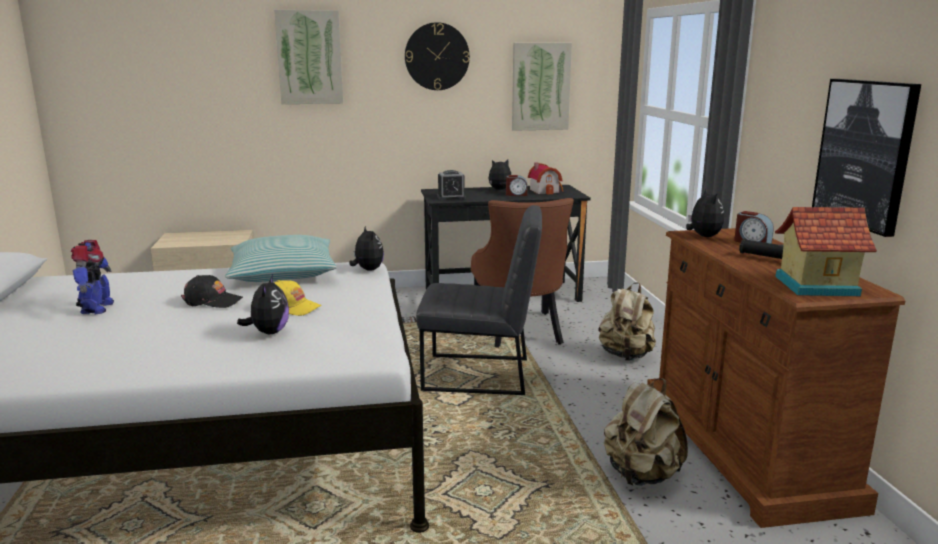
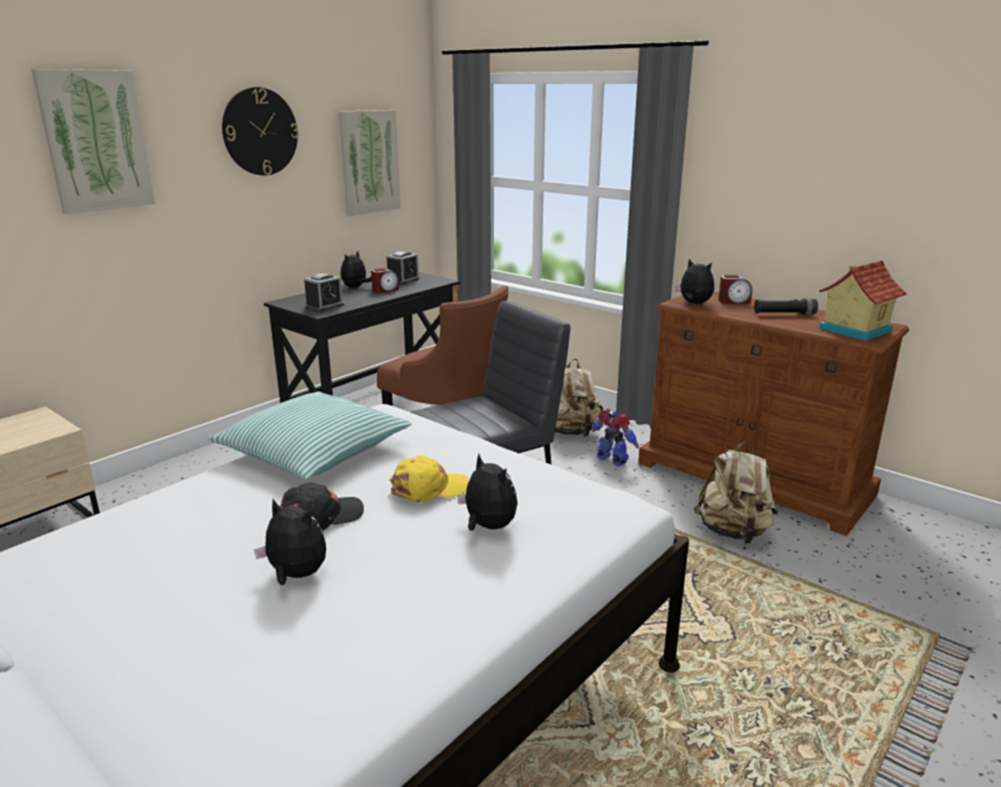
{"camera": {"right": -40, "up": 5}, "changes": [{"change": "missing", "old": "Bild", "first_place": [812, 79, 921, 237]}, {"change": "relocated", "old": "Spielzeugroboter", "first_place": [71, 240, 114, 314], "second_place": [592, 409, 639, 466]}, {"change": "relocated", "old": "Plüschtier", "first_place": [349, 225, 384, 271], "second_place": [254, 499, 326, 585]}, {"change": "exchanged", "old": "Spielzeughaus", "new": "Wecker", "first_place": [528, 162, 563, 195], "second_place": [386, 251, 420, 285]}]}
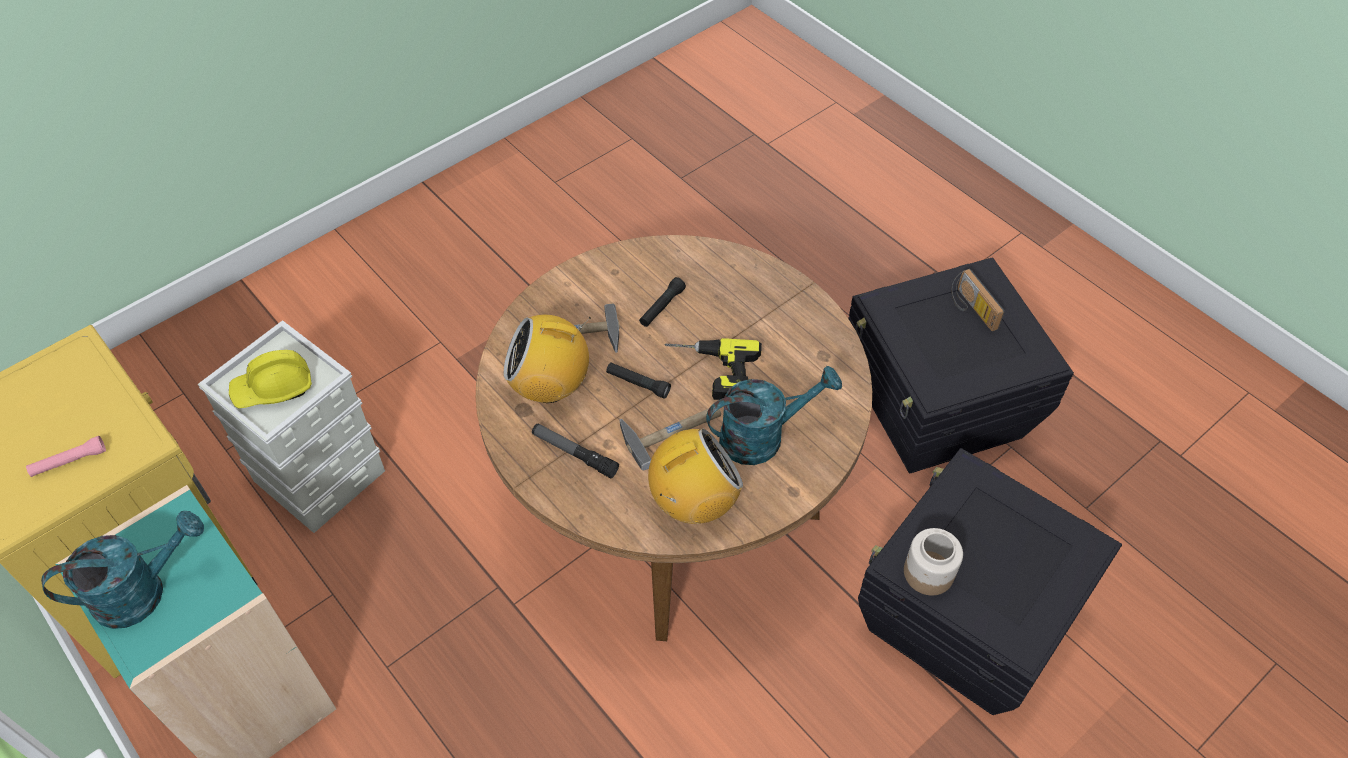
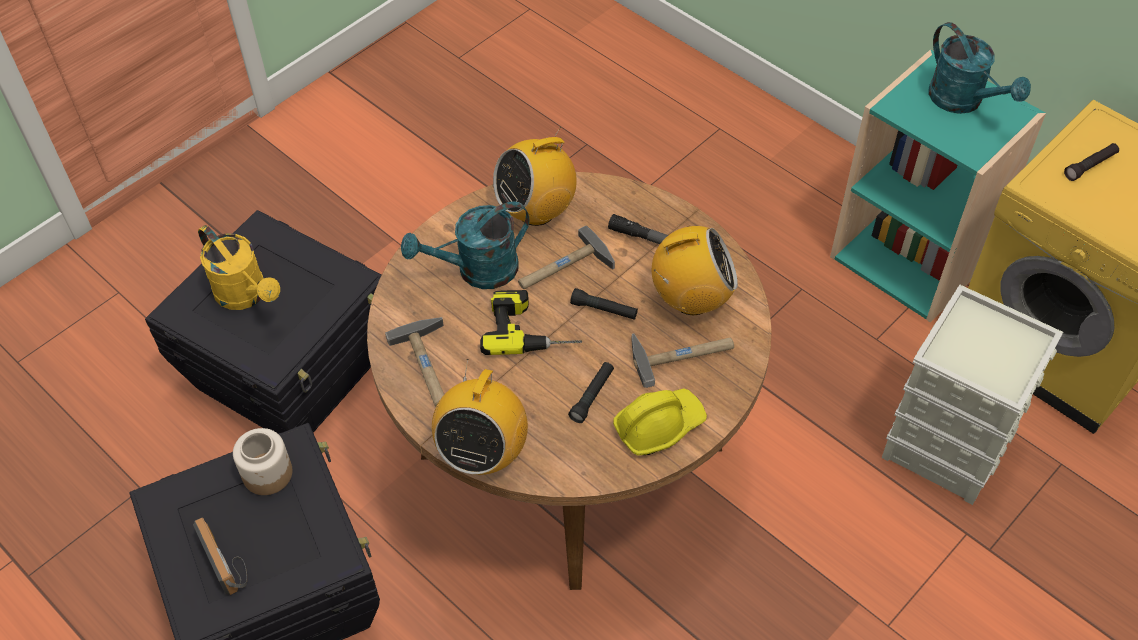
{"camera": {"right": 175, "up": 0}, "changes": [{"change": "appeared", "new": "Gießkanne [gelb]", "second_place": [198, 225, 280, 310]}, {"change": "appeared", "new": "Hammer", "second_place": [385, 317, 444, 406]}, {"change": "appeared", "new": "Radio", "second_place": [432, 359, 528, 475]}, {"change": "relocated", "old": "Schutzhelm [gelb]", "first_place": [229, 350, 312, 408], "second_place": [613, 388, 707, 455]}, {"change": "relocated", "old": "Vorratsglas", "first_place": [904, 528, 963, 596], "second_place": [233, 428, 292, 495]}, {"change": "colour", "old": "Taschenlampe [rosa]", "new": "Taschenlampe [schwarz]", "first_place": [26, 436, 106, 477], "second_place": [1064, 143, 1119, 181]}, {"change": "spun", "old": "Gießkanne [türkis]", "first_place": [41, 511, 204, 629], "second_place": [928, 22, 1031, 114], "degrees": -90}]}
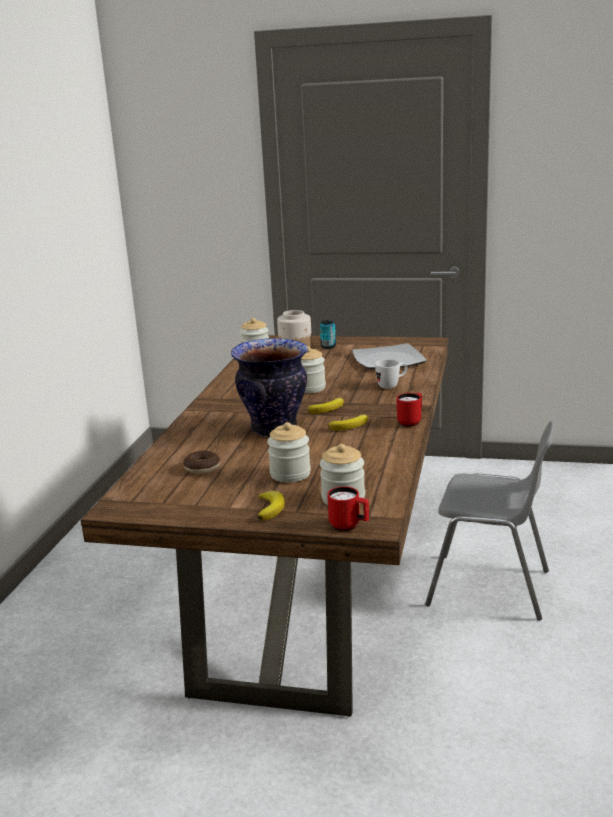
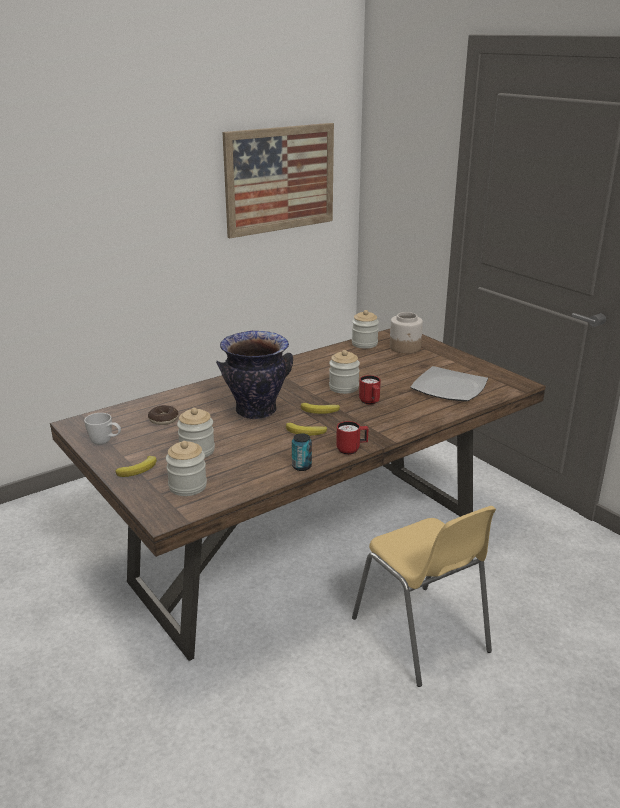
{"camera": {"right": 40, "up": 5}, "changes": [{"change": "appeared", "new": "Bild", "second_place": [222, 123, 334, 238]}, {"change": "relocated", "old": "Dose", "first_place": [320, 320, 336, 349], "second_place": [292, 433, 312, 471]}, {"change": "relocated", "old": "Henkelbecher [rot]", "first_place": [327, 486, 369, 531], "second_place": [359, 375, 381, 405]}, {"change": "relocated", "old": "Henkelbecher [weiß]", "first_place": [375, 359, 408, 389], "second_place": [84, 413, 121, 445]}, {"change": "colour", "old": "Stuhl [grau]", "new": "Stuhl [gelb]", "first_place": [425, 421, 555, 621], "second_place": [352, 506, 496, 687]}]}
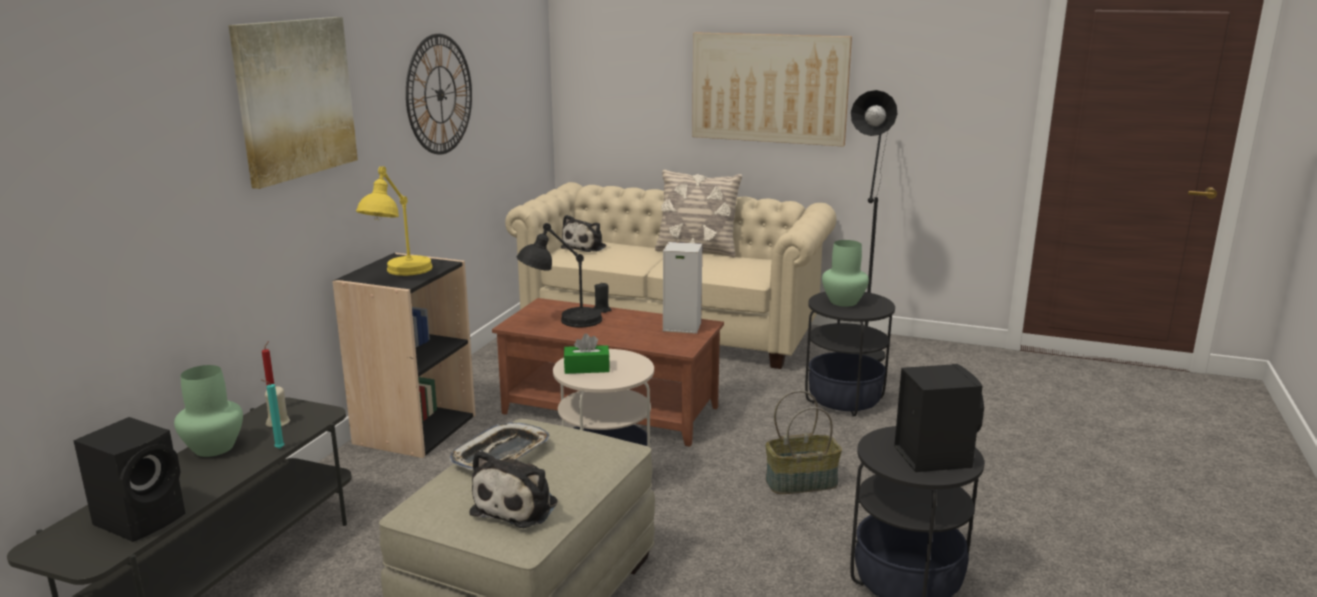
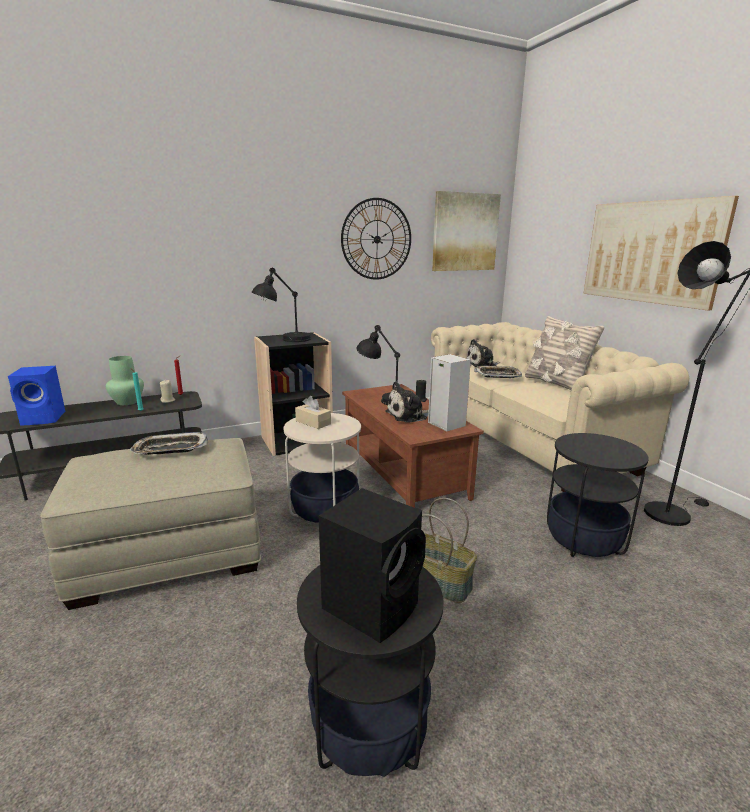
{"camera": {"right": 45, "up": 0}, "changes": [{"change": "missing", "old": "Vase [grün]", "first_place": [822, 240, 869, 307]}, {"change": "appeared", "new": "Tablett", "second_place": [474, 366, 522, 378]}, {"change": "relocated", "old": "Bild", "first_place": [228, 17, 358, 189], "second_place": [432, 191, 501, 271]}, {"change": "relocated", "old": "Plüschtier", "first_place": [470, 450, 557, 528], "second_place": [385, 381, 429, 423]}, {"change": "colour", "old": "Lautsprecher [schwarz]", "new": "Lautsprecher [blau]", "first_place": [73, 417, 186, 542], "second_place": [8, 366, 65, 425]}, {"change": "colour", "old": "Tischlampe [gelb]", "new": "Tischlampe [schwarz]", "first_place": [356, 166, 432, 276], "second_place": [252, 268, 311, 342]}, {"change": "colour", "old": "Taschentuchbox [grün]", "new": "Taschentuchbox [beige]", "first_place": [564, 334, 610, 374], "second_place": [295, 396, 331, 429]}]}
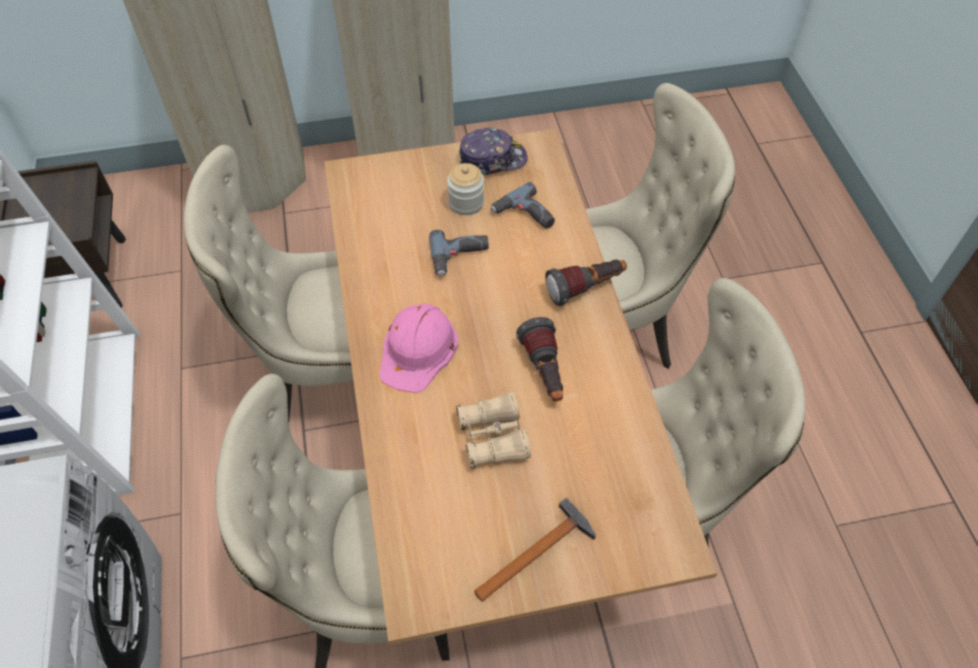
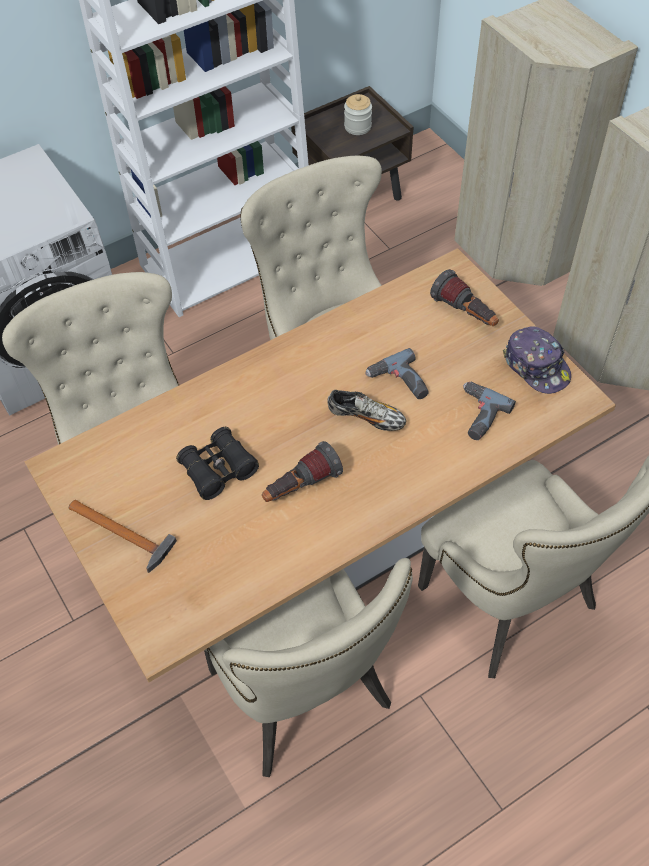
{"camera": {"right": 70, "up": 0}, "changes": [{"change": "missing", "old": "Schutzhelm [rosa]", "first_place": [379, 303, 458, 393]}, {"change": "appeared", "new": "Schuh", "second_place": [327, 390, 406, 431]}, {"change": "relocated", "old": "Vorratsglas", "first_place": [447, 163, 484, 215], "second_place": [344, 94, 372, 135]}, {"change": "relocated", "old": "Taschenlampe", "first_place": [545, 260, 627, 306], "second_place": [430, 269, 499, 326]}, {"change": "colour", "old": "Fernglas [beige]", "new": "Fernglas [schwarz]", "first_place": [456, 392, 531, 469], "second_place": [176, 427, 259, 500]}]}
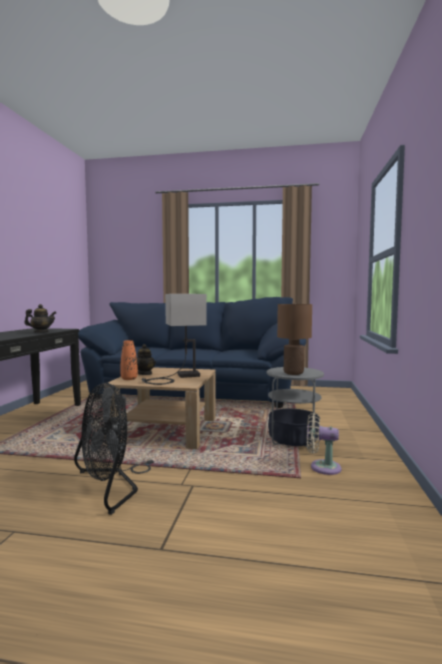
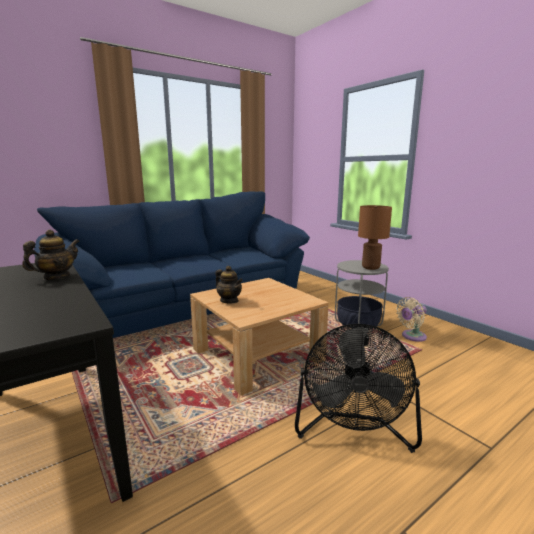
{"camera": {"right": -45, "up": 10}, "changes": [{"change": "missing", "old": "Vase [orange]", "first_place": [120, 340, 138, 380]}, {"change": "missing", "old": "Tischlampe", "first_place": [142, 294, 207, 385]}]}
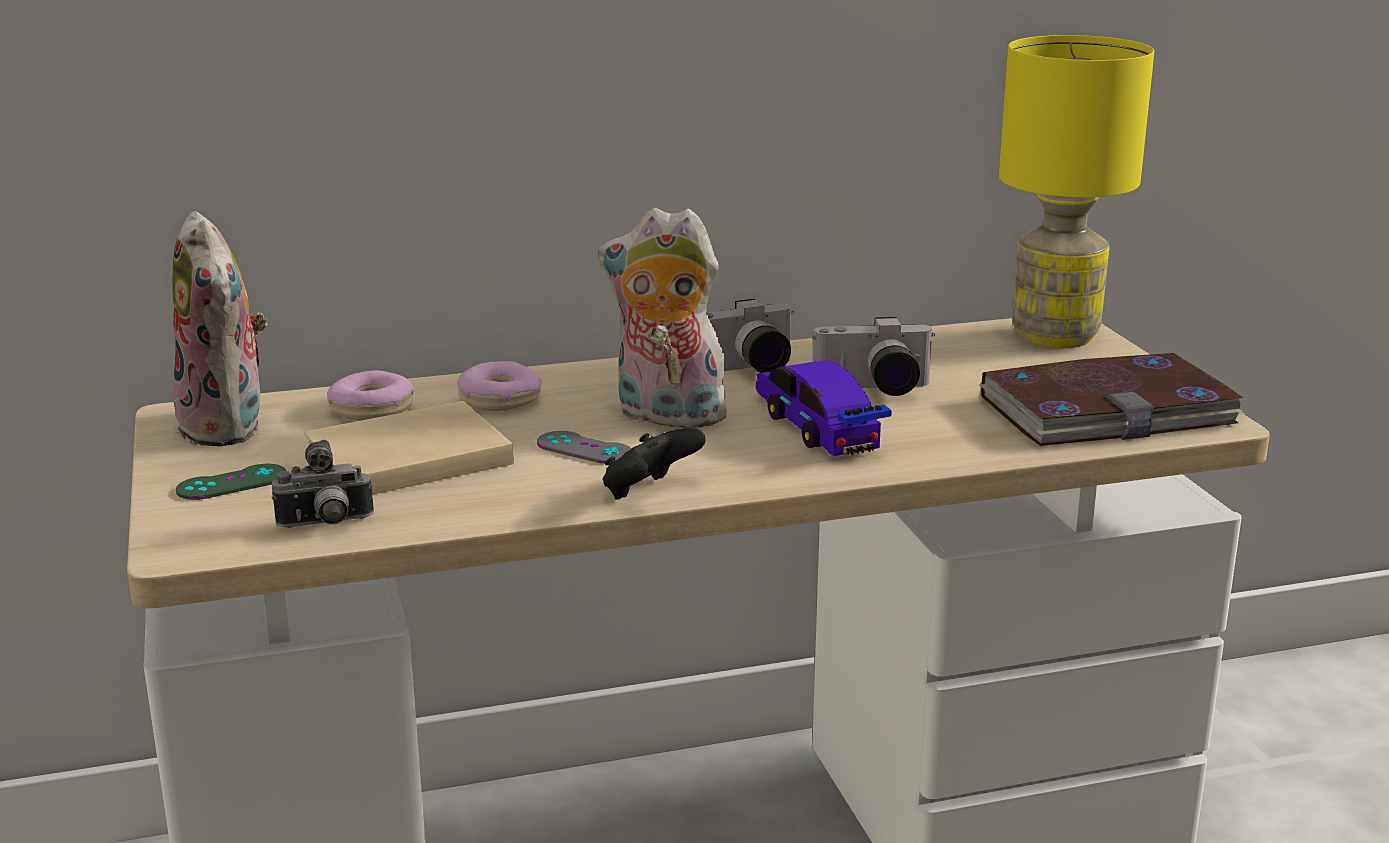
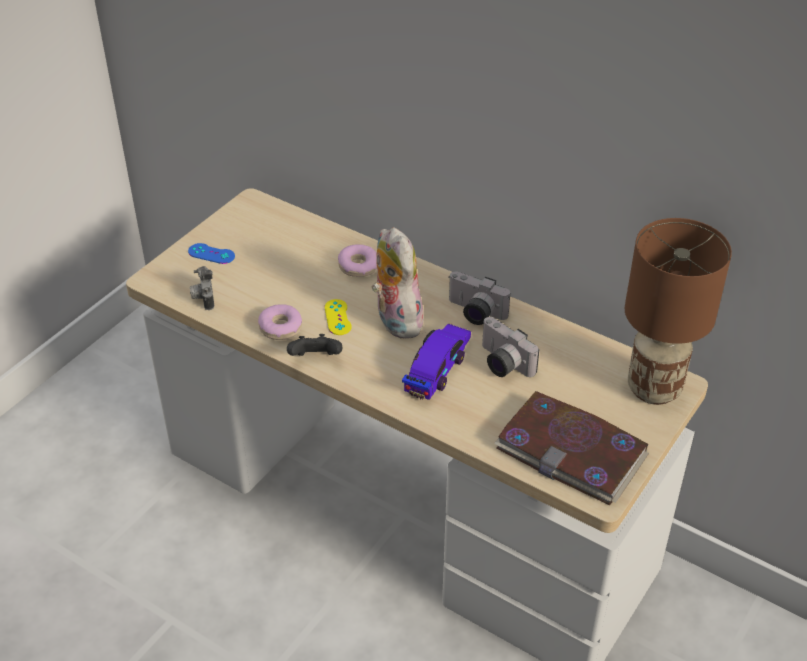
{"camera": {"right": 50, "up": 20}, "changes": [{"change": "missing", "old": "Plüschtier", "first_place": [172, 211, 268, 447]}, {"change": "missing", "old": "Buch [beige]", "first_place": [304, 401, 514, 494]}, {"change": "relocated", "old": "Donut", "first_place": [327, 370, 414, 421], "second_place": [258, 304, 302, 340]}, {"change": "colour", "old": "Gamepad [grün]", "new": "Gamepad [blau]", "first_place": [176, 464, 286, 500], "second_place": [188, 243, 235, 264]}, {"change": "colour", "old": "Gamepad [grau]", "new": "Gamepad [gelb]", "first_place": [537, 431, 631, 464], "second_place": [325, 299, 352, 335]}, {"change": "colour", "old": "Tischlampe [gelb]", "new": "Tischlampe [braun]", "first_place": [999, 35, 1154, 348], "second_place": [625, 218, 732, 405]}, {"change": "spun", "old": "Kamera", "first_place": [272, 440, 374, 528], "second_place": [190, 266, 214, 310], "degrees": 45}]}
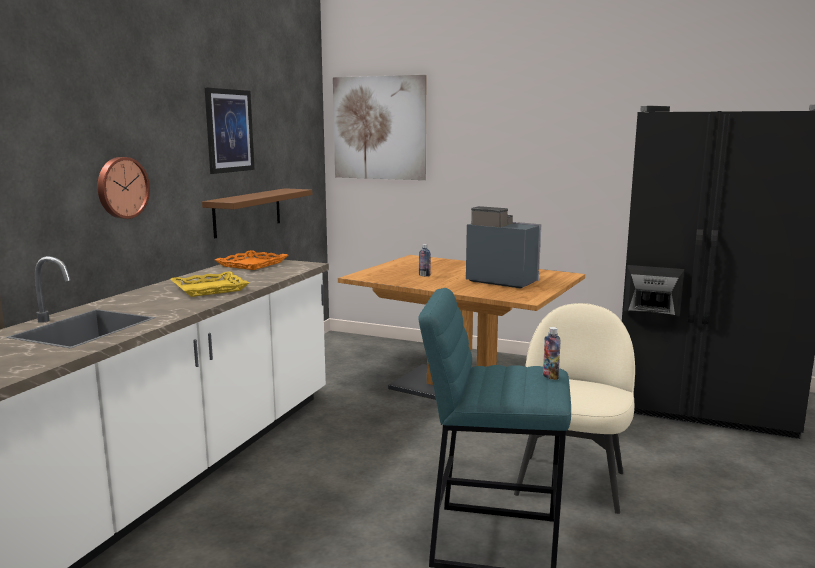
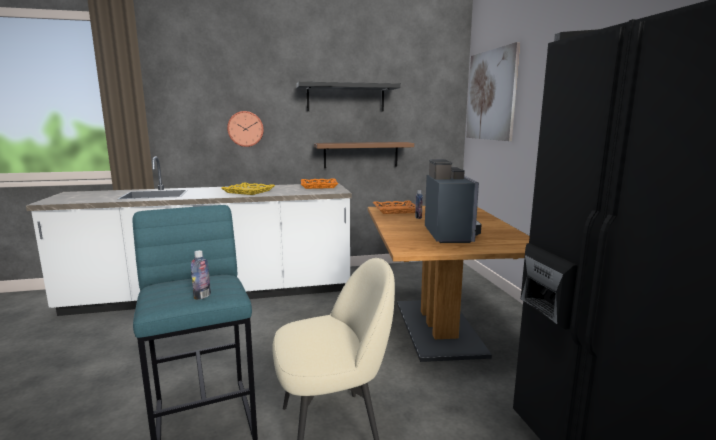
{"camera": {"right": 55, "up": 0}, "changes": [{"change": "appeared", "new": "Tablett [orange]", "second_place": [372, 201, 416, 214]}, {"change": "exchanged", "old": "Bild", "new": "Wandregal [schwarz]", "first_place": [205, 88, 254, 174], "second_place": [296, 82, 401, 112]}]}
